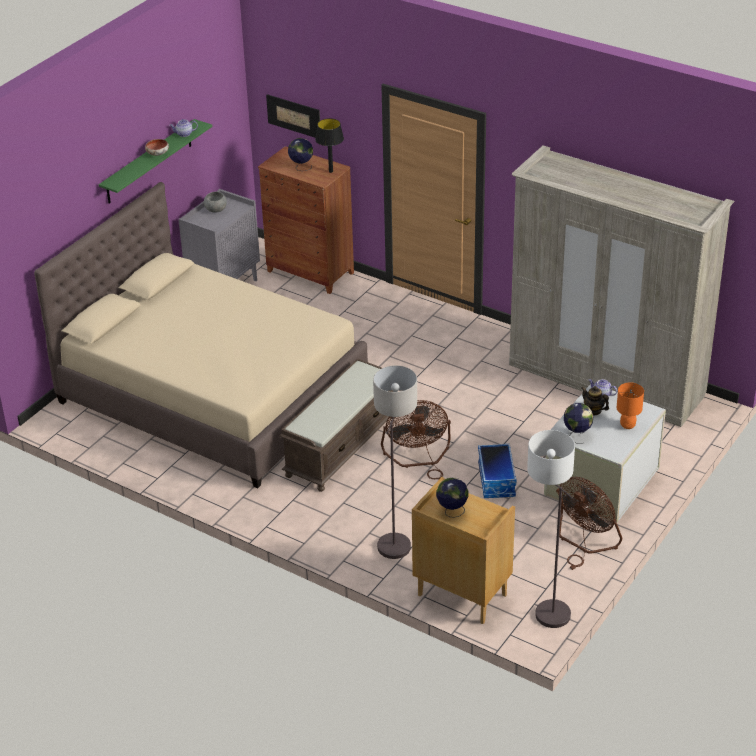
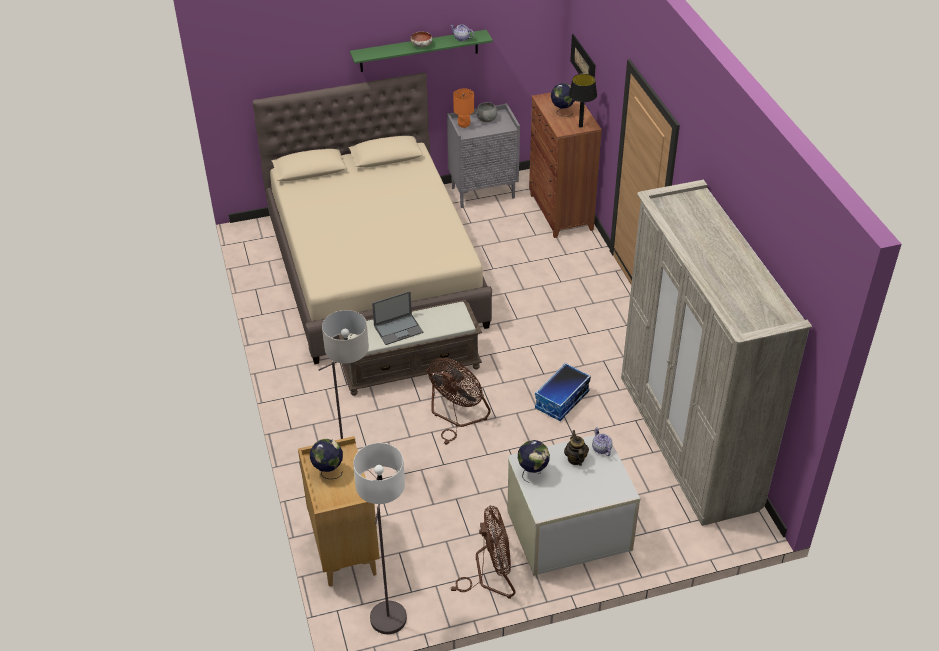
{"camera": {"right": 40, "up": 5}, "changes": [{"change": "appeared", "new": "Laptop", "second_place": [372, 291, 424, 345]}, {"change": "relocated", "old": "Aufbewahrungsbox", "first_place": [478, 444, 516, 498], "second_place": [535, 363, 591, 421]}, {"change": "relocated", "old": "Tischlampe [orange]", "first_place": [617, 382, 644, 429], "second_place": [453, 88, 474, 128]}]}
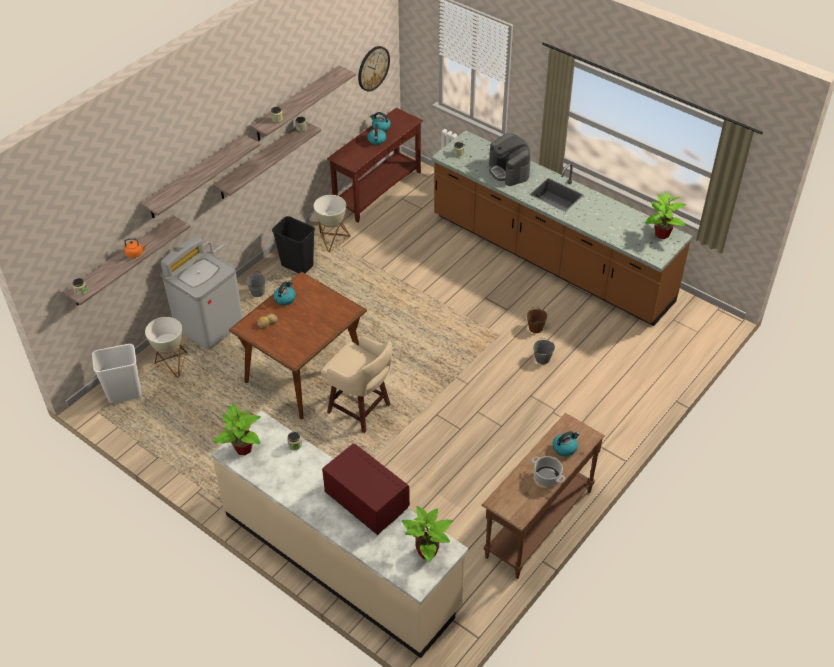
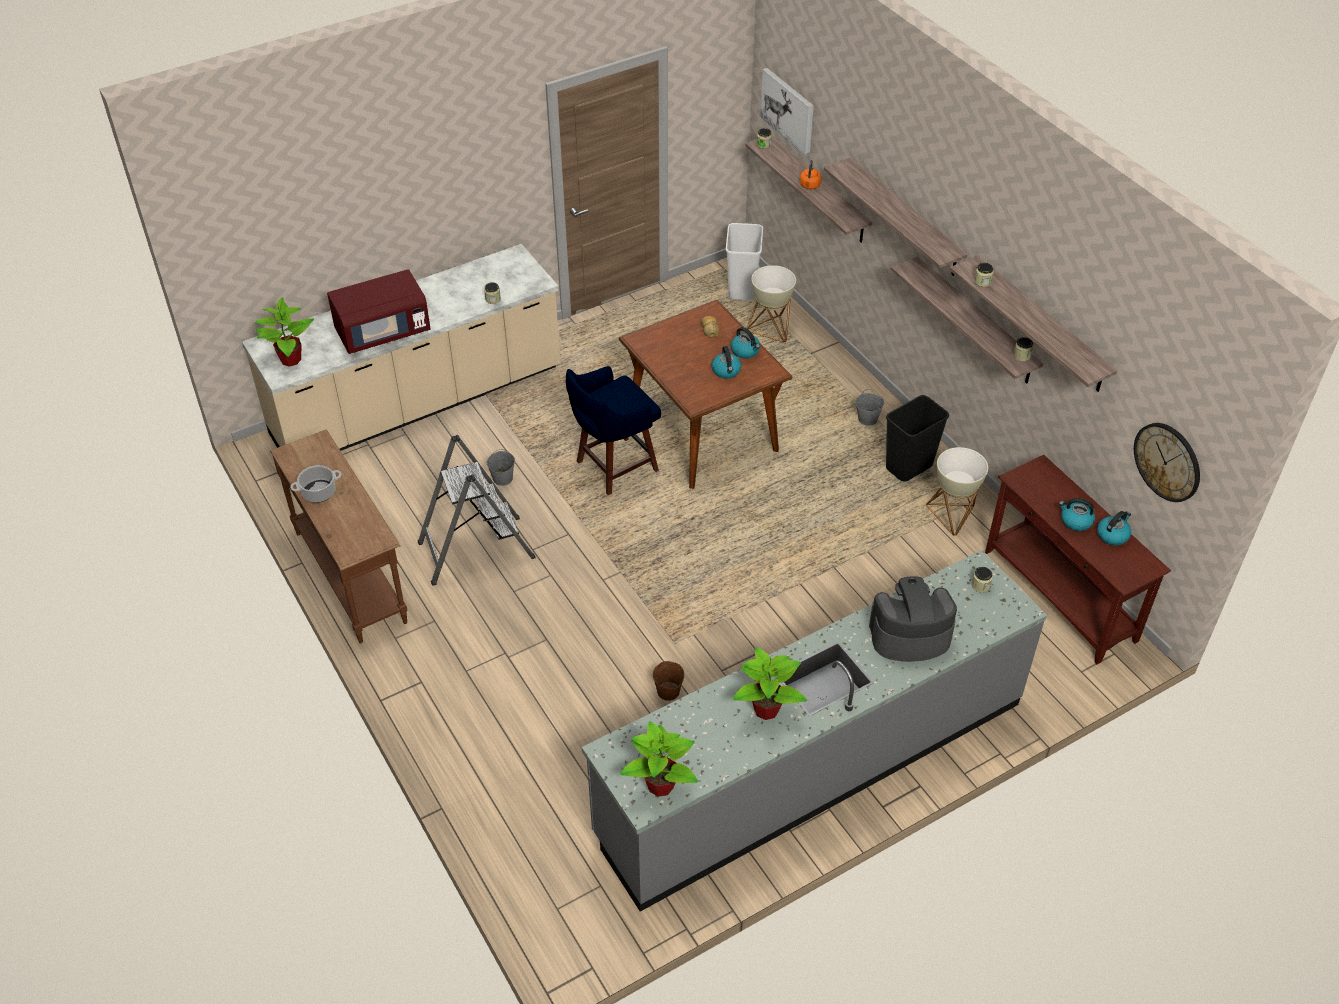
{"camera": {"right": 110, "up": 0}, "changes": [{"change": "missing", "old": "Waschmaschine [grau]", "first_place": [160, 236, 243, 349]}, {"change": "appeared", "new": "Trittleiter [grau]", "second_place": [418, 435, 536, 586]}, {"change": "appeared", "new": "Bild", "second_place": [760, 68, 814, 156]}, {"change": "relocated", "old": "Topfpflanze", "first_place": [213, 404, 261, 455], "second_place": [733, 647, 807, 720]}, {"change": "relocated", "old": "Eimer [grau]", "first_place": [533, 338, 555, 365], "second_place": [487, 449, 515, 486]}, {"change": "relocated", "old": "Wasserkessel", "first_place": [553, 431, 580, 456], "second_place": [712, 346, 741, 379]}, {"change": "colour", "old": "Hocker [beige]", "new": "Hocker [blau]", "first_place": [321, 336, 392, 433], "second_place": [566, 366, 661, 495]}, {"change": "colour", "old": "Küchenzeile [braun]", "new": "Küchenzeile [grau]", "first_place": [432, 130, 692, 326], "second_place": [582, 550, 1047, 912]}]}
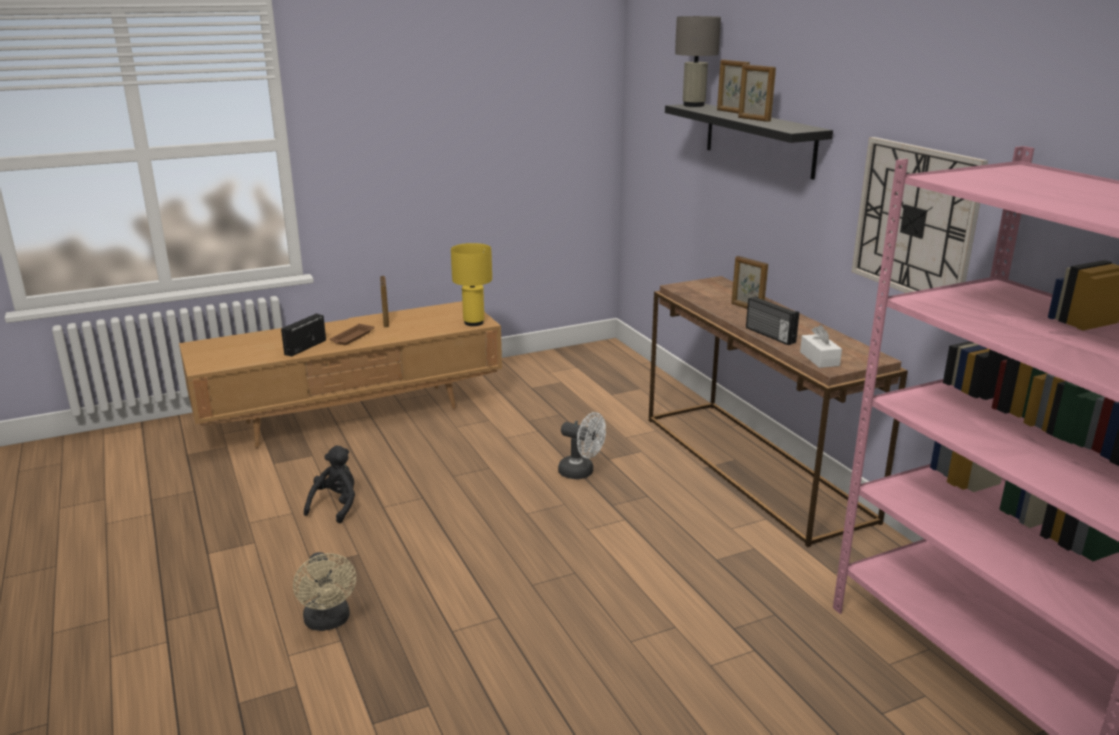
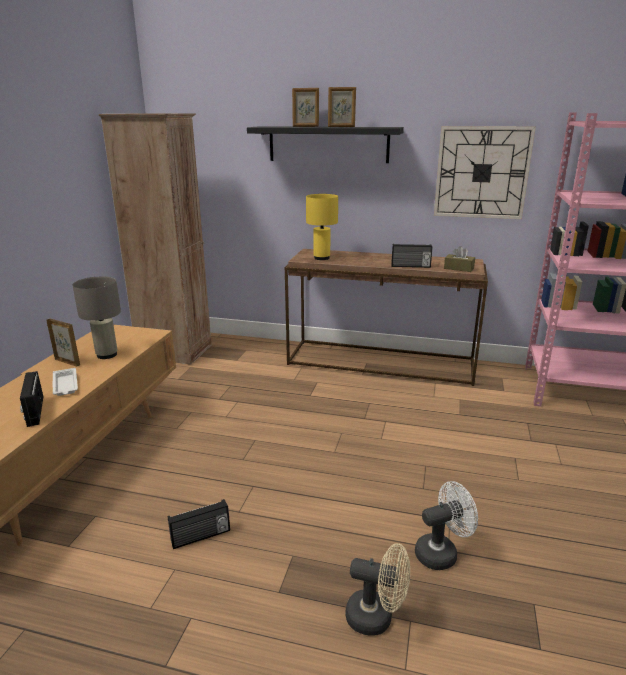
{"camera": {"right": -50, "up": 0}, "changes": [{"change": "missing", "old": "Bilderrahmen", "first_place": [731, 256, 768, 309]}, {"change": "appeared", "new": "Schrank [braun]", "second_place": [99, 113, 212, 364]}, {"change": "relocated", "old": "Tischlampe [gelb]", "first_place": [451, 243, 492, 326], "second_place": [306, 194, 338, 260]}, {"change": "relocated", "old": "Ventilator [weiß]", "first_place": [558, 412, 606, 479], "second_place": [415, 481, 478, 570]}, {"change": "relocated", "old": "Tischlampe [grau]", "first_place": [675, 16, 721, 107], "second_place": [73, 276, 121, 359]}, {"change": "exchanged", "old": "Plüschtier [schwarz]", "new": "Radio", "first_place": [304, 446, 355, 523], "second_place": [168, 499, 230, 549]}, {"change": "colour", "old": "Tablett [braun]", "new": "Tablett [weiß]", "first_place": [329, 324, 374, 345], "second_place": [53, 368, 78, 396]}, {"change": "colour", "old": "Taschentuchbox [weiß]", "new": "Taschentuchbox [braun]", "first_place": [800, 325, 842, 368], "second_place": [444, 246, 475, 272]}]}
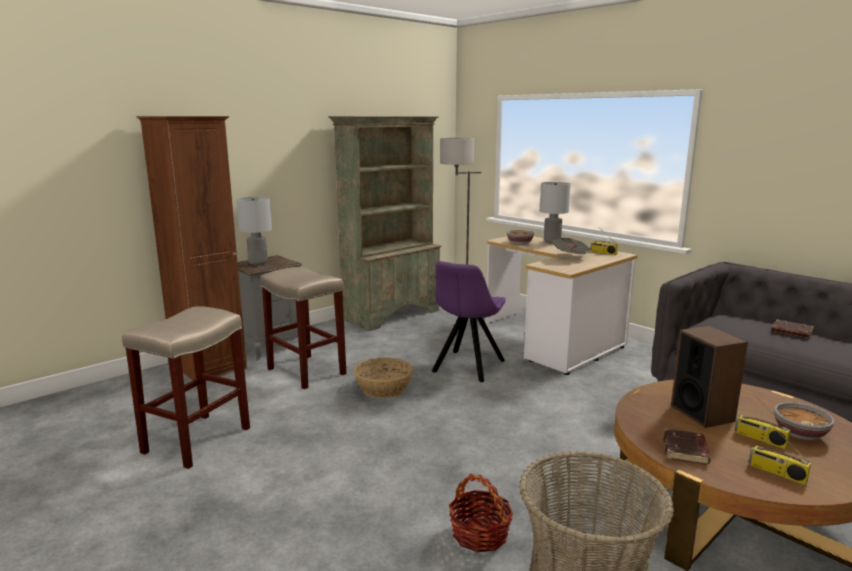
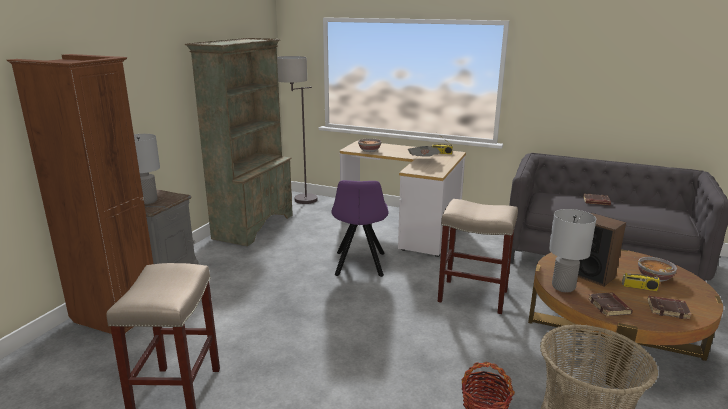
{"camera": {"right": -25, "up": 5}, "changes": [{"change": "missing", "old": "Korb", "first_place": [354, 357, 413, 398]}, {"change": "relocated", "old": "Hocker [beige]", "first_place": [260, 267, 346, 389], "second_place": [438, 199, 518, 314]}, {"change": "relocated", "old": "Tischlampe [grau]", "first_place": [540, 182, 571, 244], "second_place": [549, 209, 596, 293]}, {"change": "exchanged", "old": "Radio", "new": "Buch [braun]", "first_place": [749, 422, 811, 485], "second_place": [648, 296, 692, 319]}]}
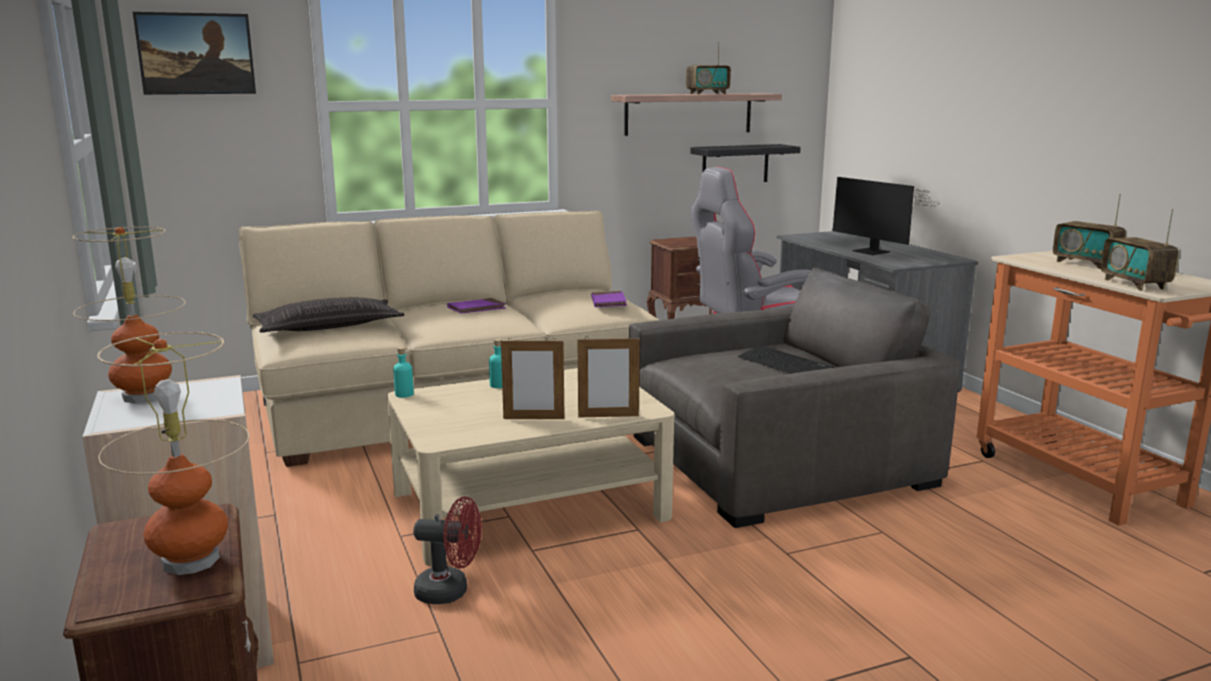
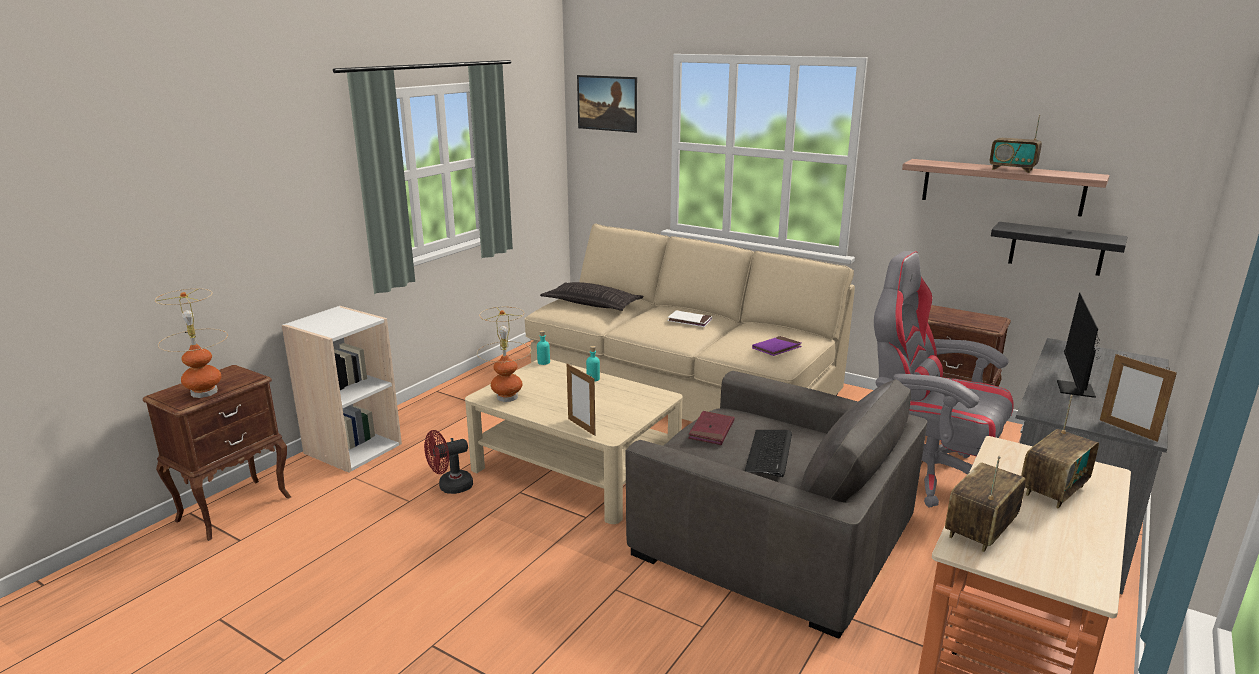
{"camera": {"right": 55, "up": 5}, "changes": [{"change": "appeared", "new": "Buch [rot]", "second_place": [688, 411, 735, 445]}, {"change": "relocated", "old": "Tischlampe", "first_place": [72, 227, 186, 404], "second_place": [477, 307, 531, 402]}, {"change": "relocated", "old": "Bilderrahmen", "first_place": [501, 338, 565, 419], "second_place": [1100, 354, 1177, 442]}, {"change": "colour", "old": "Buch [lila]", "new": "Buch [weiß]", "first_place": [447, 298, 506, 314], "second_place": [667, 310, 712, 327]}, {"change": "spun", "old": "Ventilator [rot]", "first_place": [413, 497, 482, 604], "second_place": [424, 430, 473, 494], "degrees": 90}, {"change": "spun", "old": "Radio", "first_place": [1053, 194, 1126, 269], "second_place": [1021, 395, 1099, 509], "degrees": -150}]}
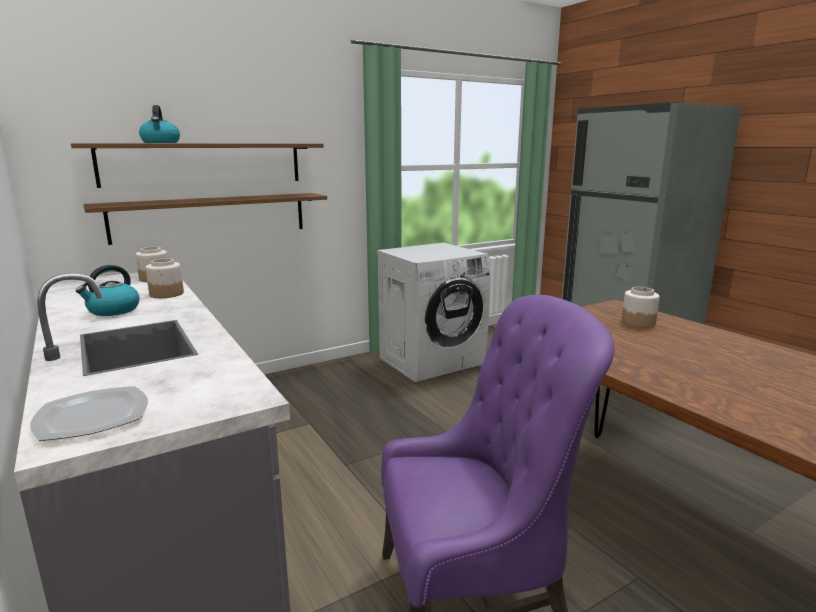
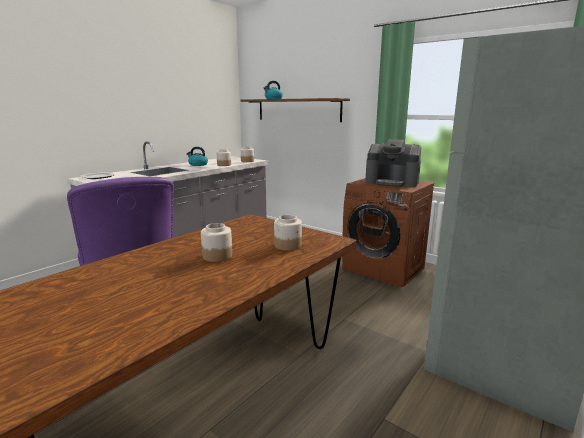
{"camera": {"right": 70, "up": 0}, "changes": [{"change": "missing", "old": "Wandregal [braun]", "first_place": [83, 193, 327, 245]}, {"change": "appeared", "new": "Vorratsglas", "second_place": [201, 223, 232, 262]}, {"change": "appeared", "new": "Kaffeemaschine", "second_place": [365, 139, 421, 187]}, {"change": "colour", "old": "Waschmaschine [weiß]", "new": "Waschmaschine [braun]", "first_place": [377, 243, 491, 382], "second_place": [342, 178, 434, 287]}]}
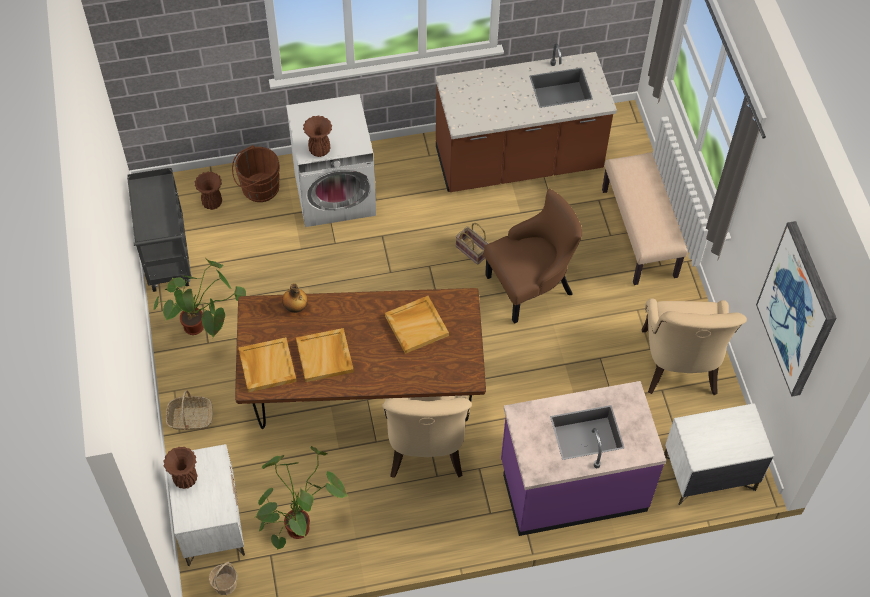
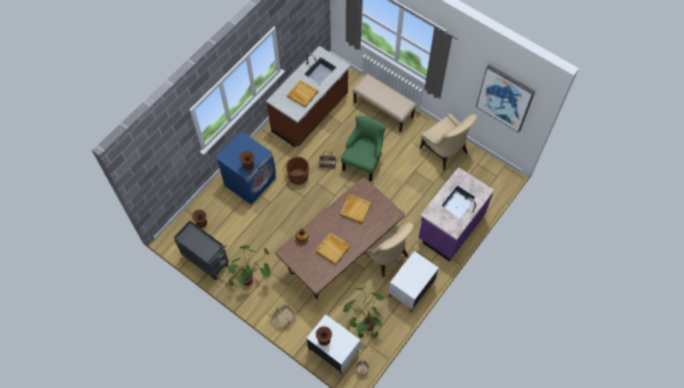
{"camera": {"right": -40, "up": 5}, "changes": [{"change": "relocated", "old": "Eimer [braun]", "first_place": [232, 145, 280, 202], "second_place": [283, 157, 309, 185]}, {"change": "relocated", "old": "Tablett [beige]", "first_place": [239, 337, 297, 393], "second_place": [287, 80, 318, 108]}, {"change": "relocated", "old": "Nachttisch [weiß]", "first_place": [664, 403, 774, 506], "second_place": [388, 251, 439, 313]}, {"change": "colour", "old": "Waschmaschine [weiß]", "new": "Waschmaschine [blau]", "first_place": [286, 94, 376, 227], "second_place": [215, 131, 276, 205]}, {"change": "colour", "old": "Stuhl [braun]", "new": "Stuhl [grün]", "first_place": [483, 189, 582, 324], "second_place": [341, 116, 386, 182]}]}
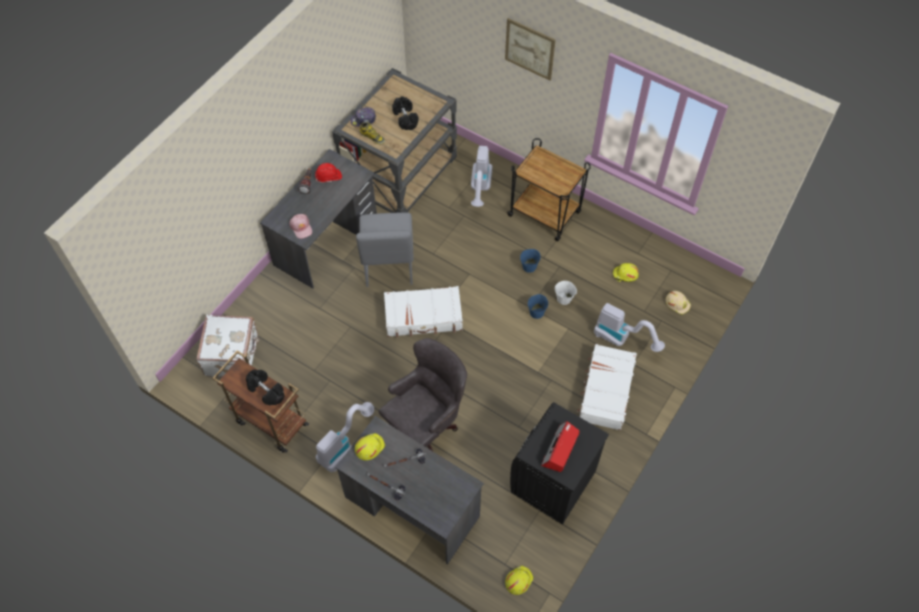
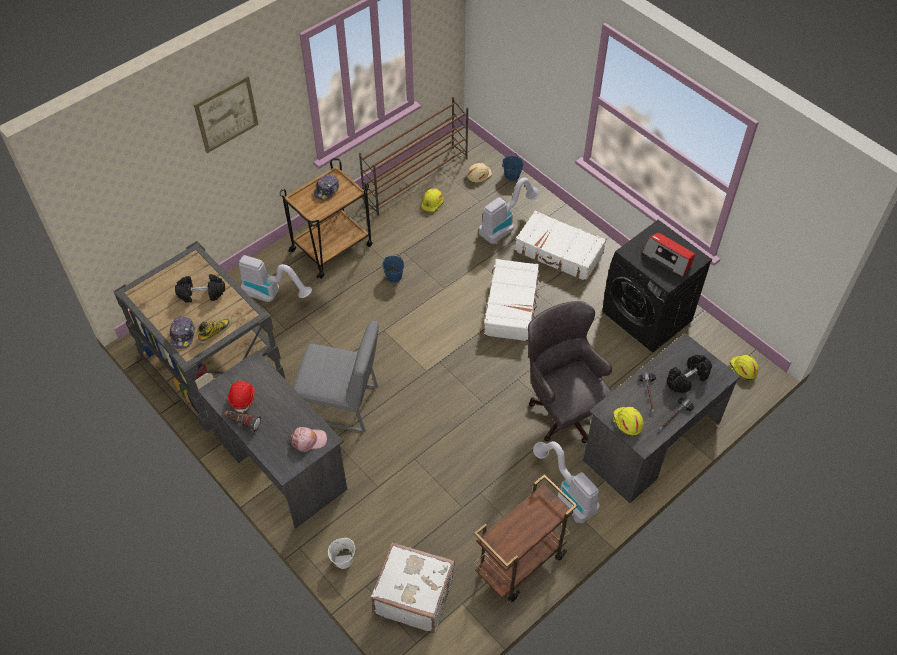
{"camera": {"right": -75, "up": -5}, "changes": [{"change": "appeared", "new": "Kappe", "second_place": [314, 174, 339, 200]}, {"change": "appeared", "new": "Schuhregal [braun]", "second_place": [359, 96, 468, 216]}, {"change": "relocated", "old": "Hantel [schwarz]", "first_place": [246, 370, 285, 405], "second_place": [667, 355, 712, 393]}, {"change": "relocated", "old": "Koffer [weiß]", "first_place": [384, 286, 463, 337], "second_place": [484, 259, 541, 341]}, {"change": "relocated", "old": "Eimer [blau]", "first_place": [528, 294, 548, 319], "second_place": [502, 154, 524, 181]}, {"change": "relocated", "old": "Eimer [weiß]", "first_place": [555, 280, 577, 305], "second_place": [328, 538, 355, 569]}]}
